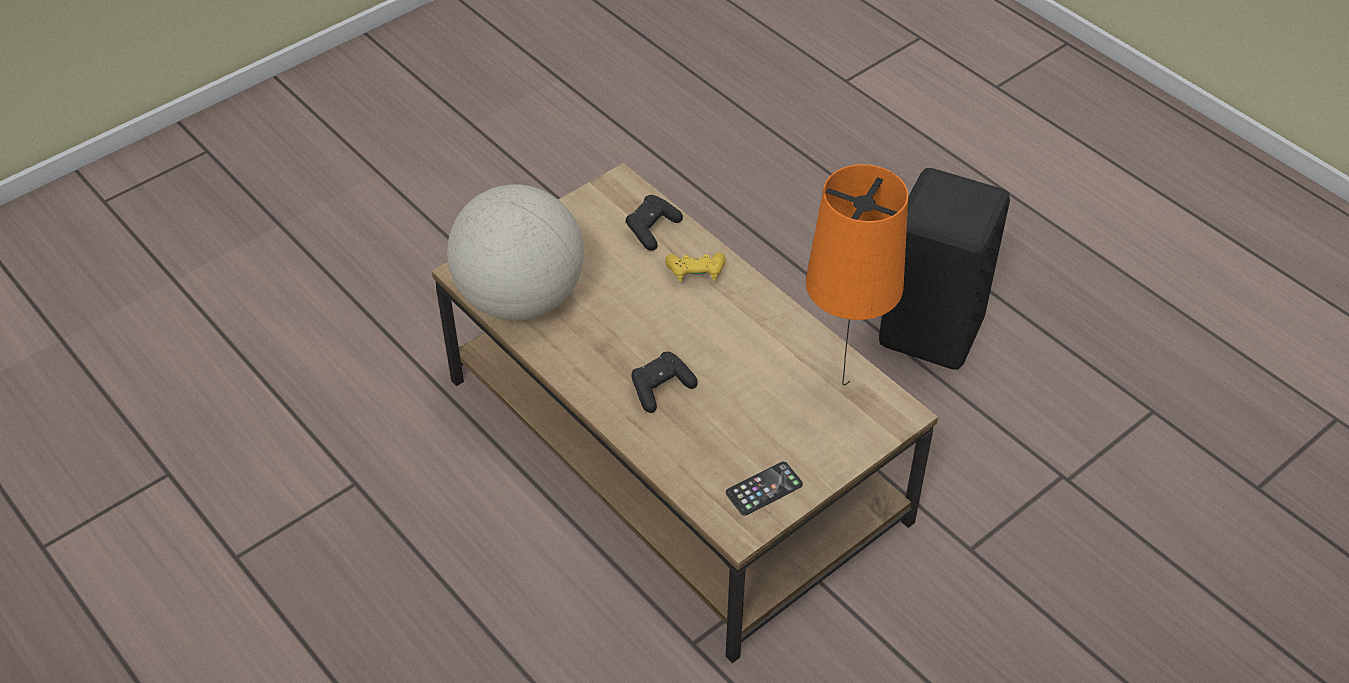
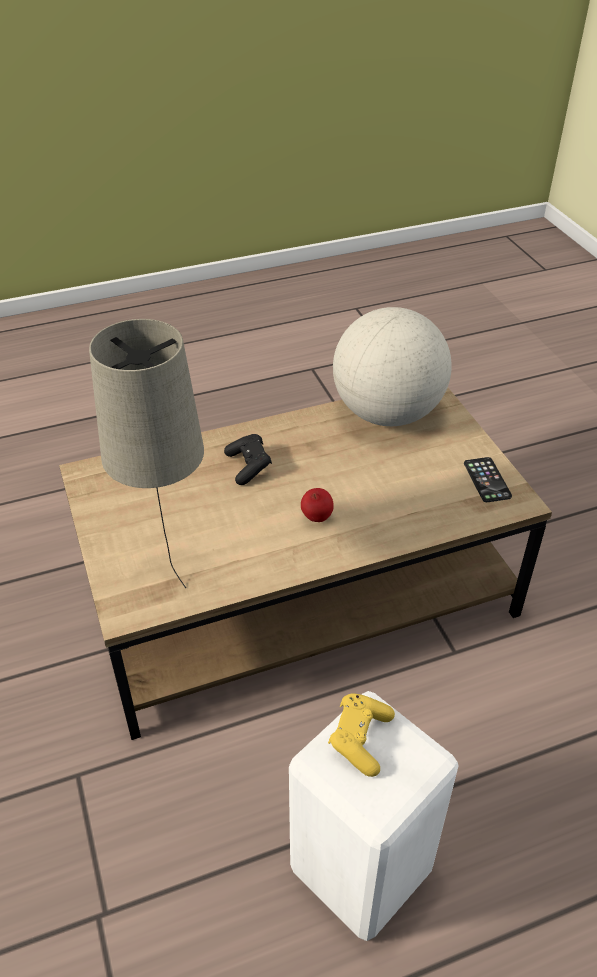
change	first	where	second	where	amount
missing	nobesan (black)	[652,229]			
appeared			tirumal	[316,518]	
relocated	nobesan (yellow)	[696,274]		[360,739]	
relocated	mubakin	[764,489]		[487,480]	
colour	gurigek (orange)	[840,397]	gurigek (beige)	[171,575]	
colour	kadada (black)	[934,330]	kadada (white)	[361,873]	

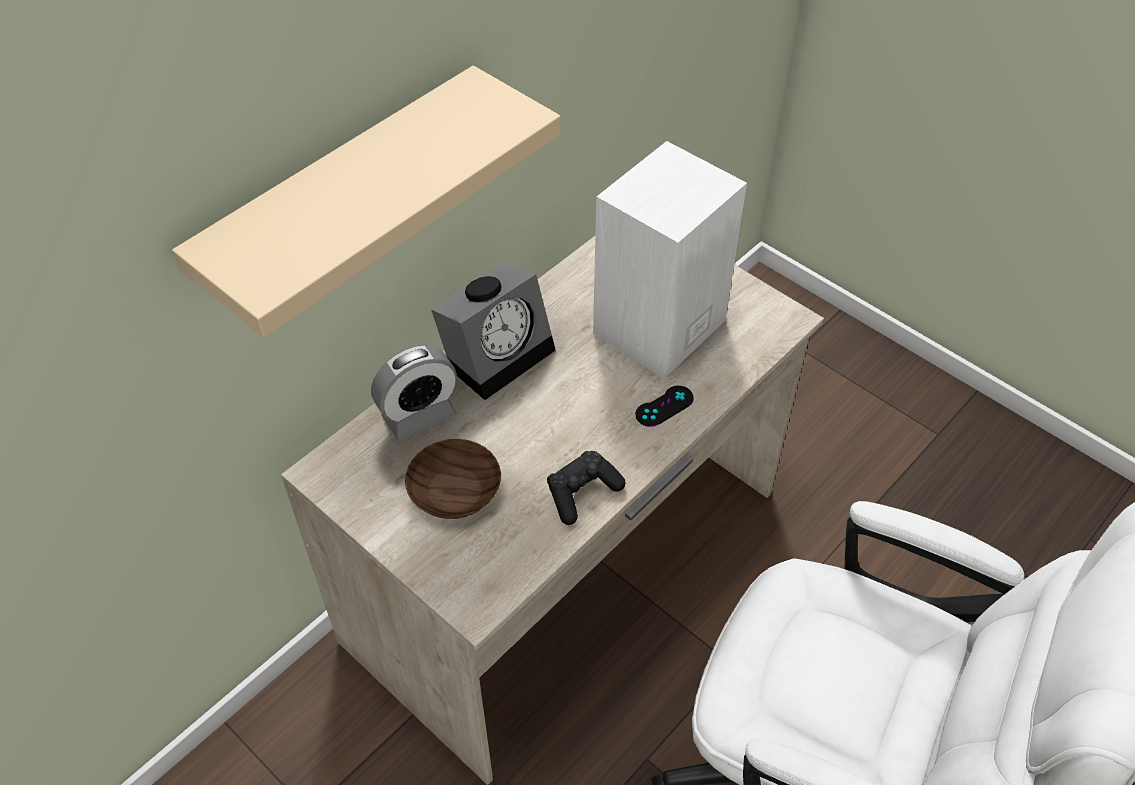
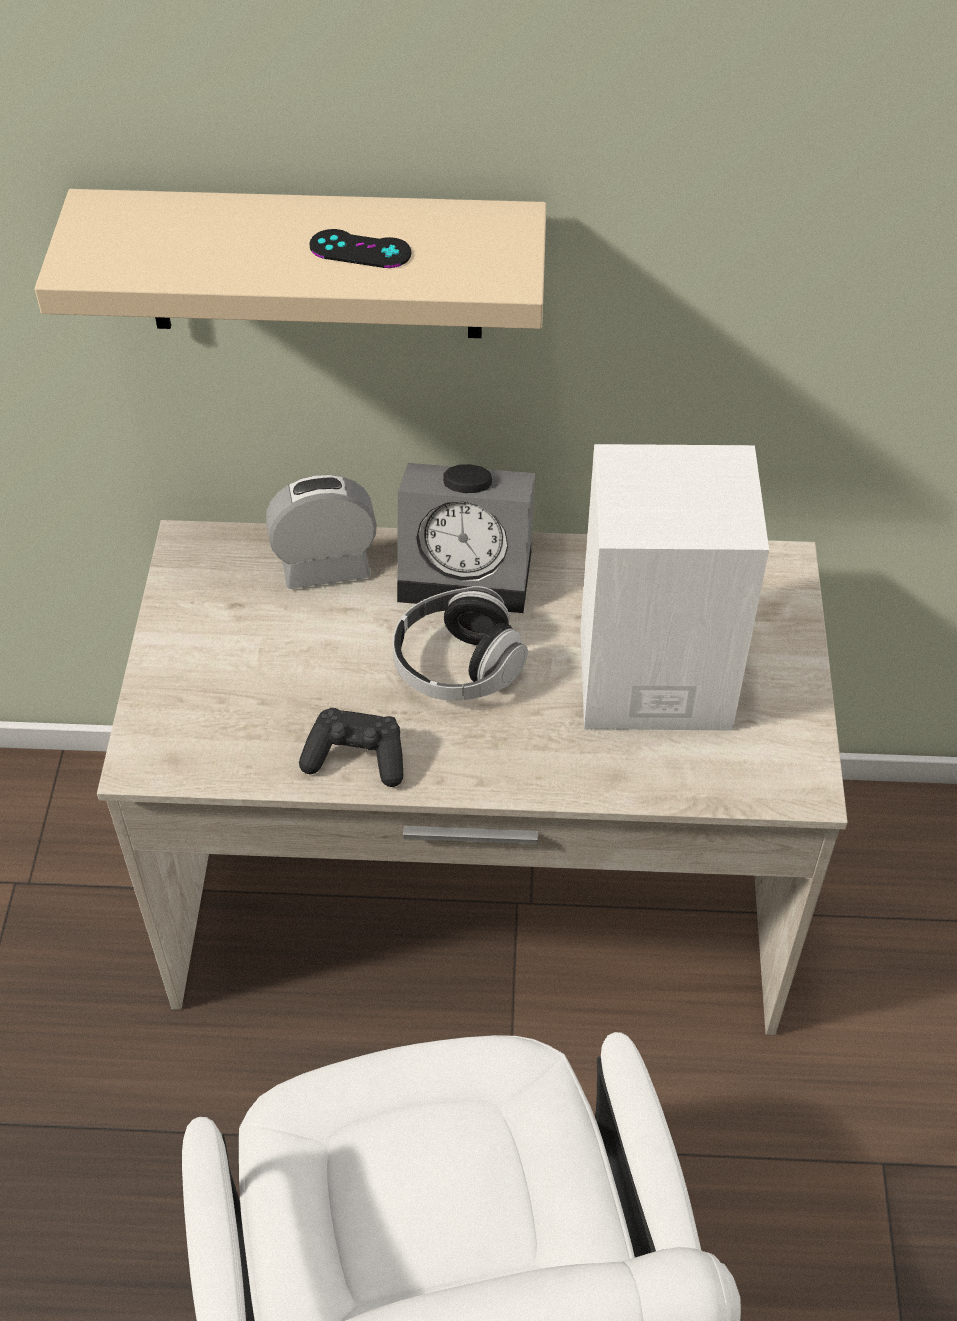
change	first	where	second	where	amount
missing	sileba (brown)	[452,491]			
appeared			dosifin	[457,666]	
relocated	nobesan (black)	[664,406]		[360,249]	
spun	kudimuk	[419,416]		[326,567]	150 degrees clockwise

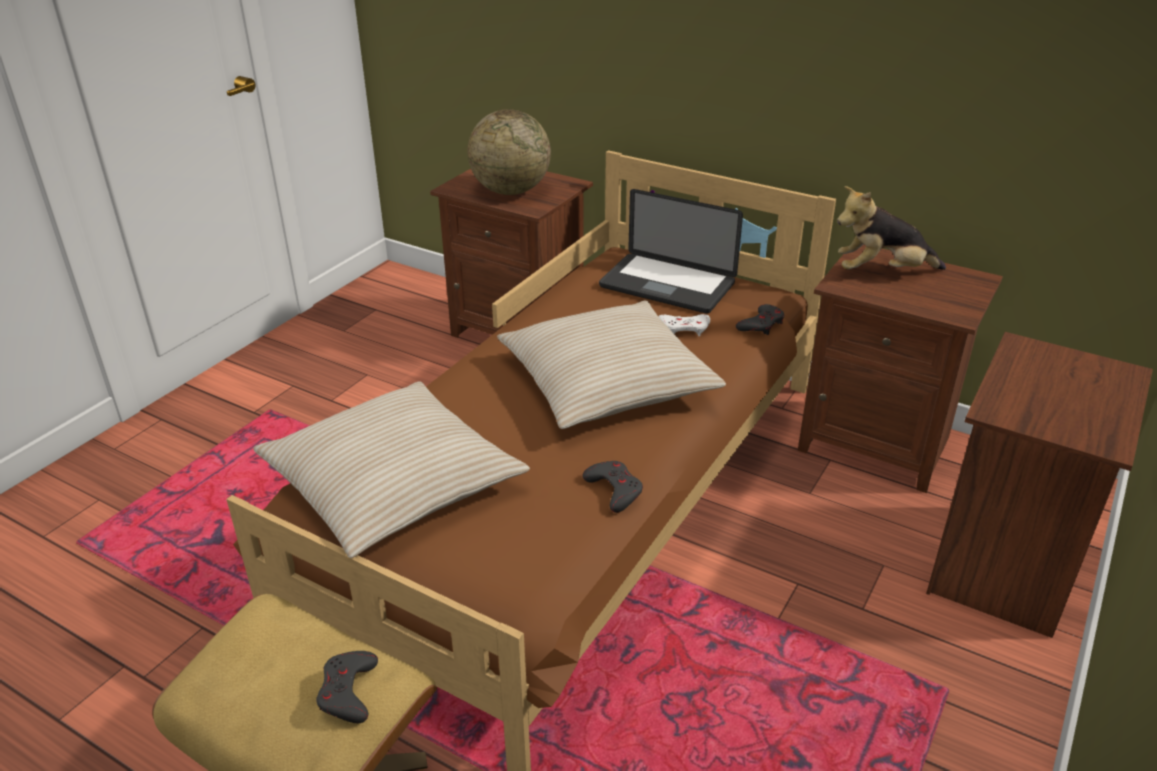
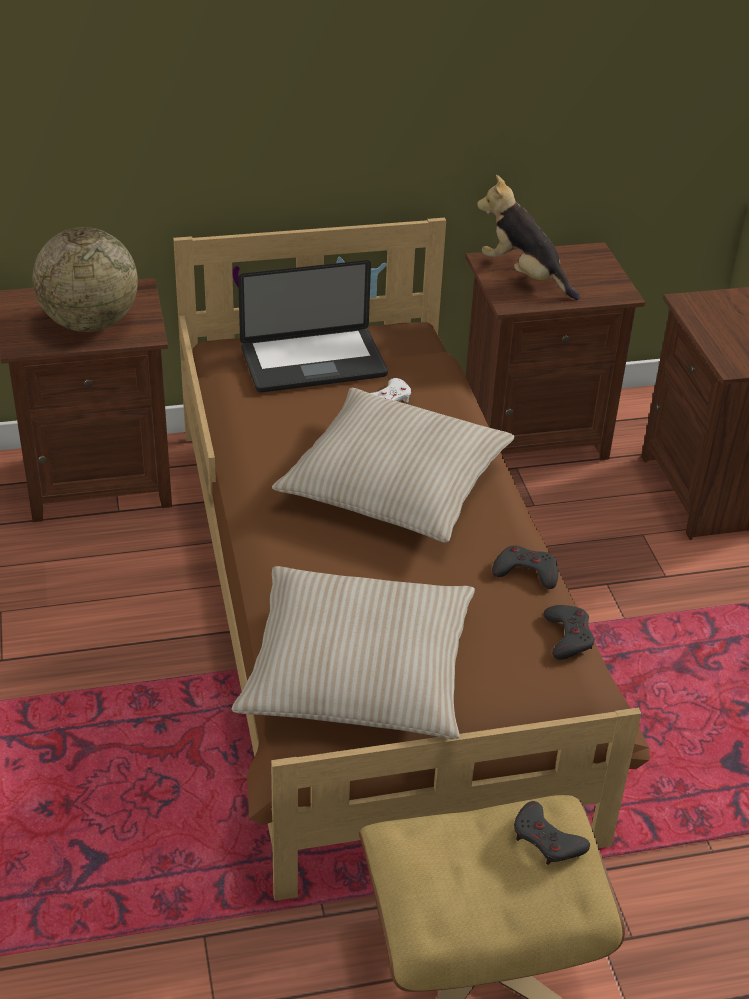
change	first	where	second	where	amount
relocated	nobesan (grey)	[761,324]		[568,636]	
spun	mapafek	[881,272]		[524,276]	90 degrees clockwise

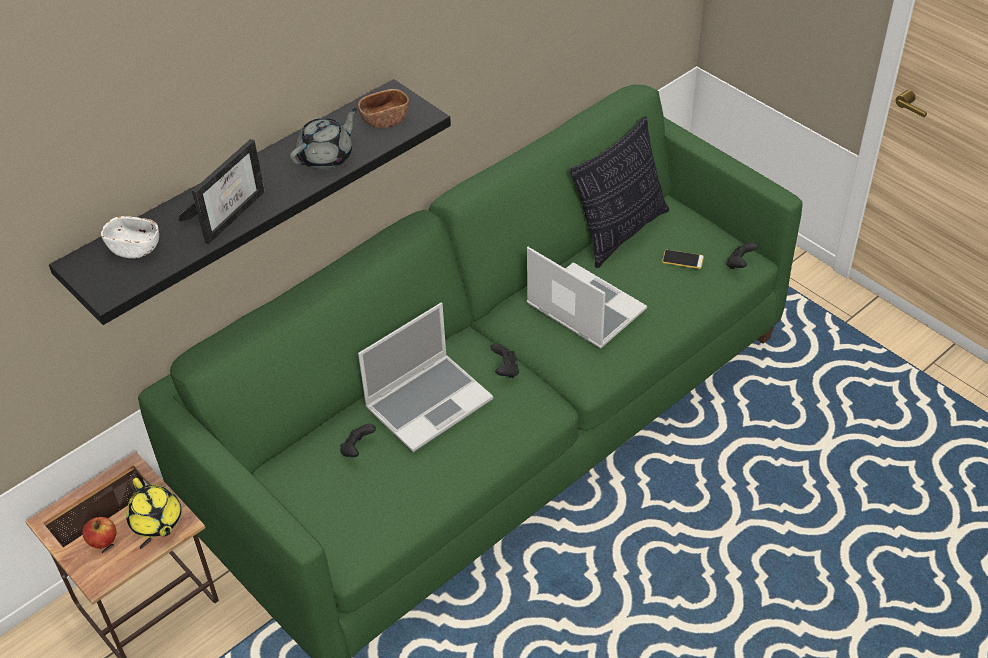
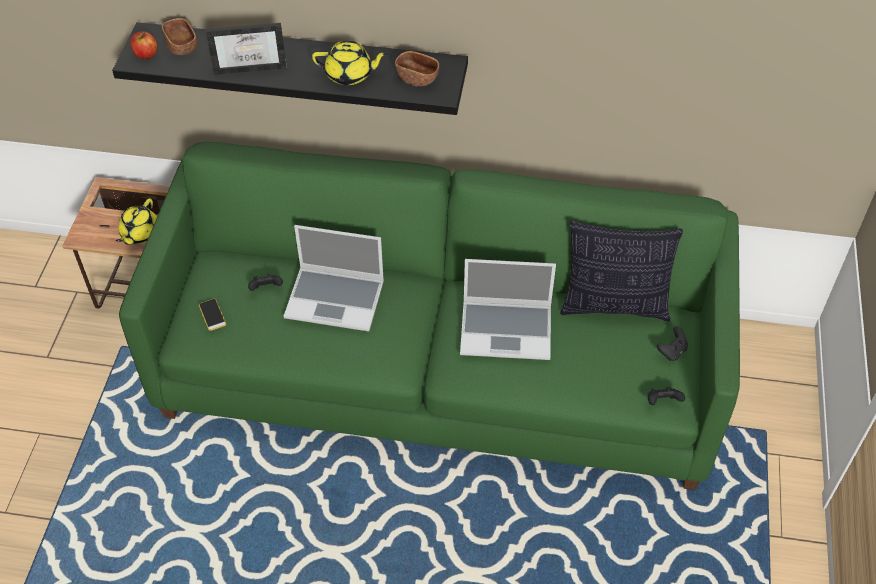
change	first	where	second	where	amount
relocated	tirumal	[103,540]		[146,54]	
relocated	nobesan (black)	[505,370]		[672,351]	
relocated	mubakin	[682,260]		[212,315]	
colour	sileba (white)	[135,248]	sileba (brown)	[181,46]	
colour	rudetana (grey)	[327,157]	rudetana (yellow)	[350,74]	
spun	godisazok	[583,308]		[507,330]	90 degrees clockwise

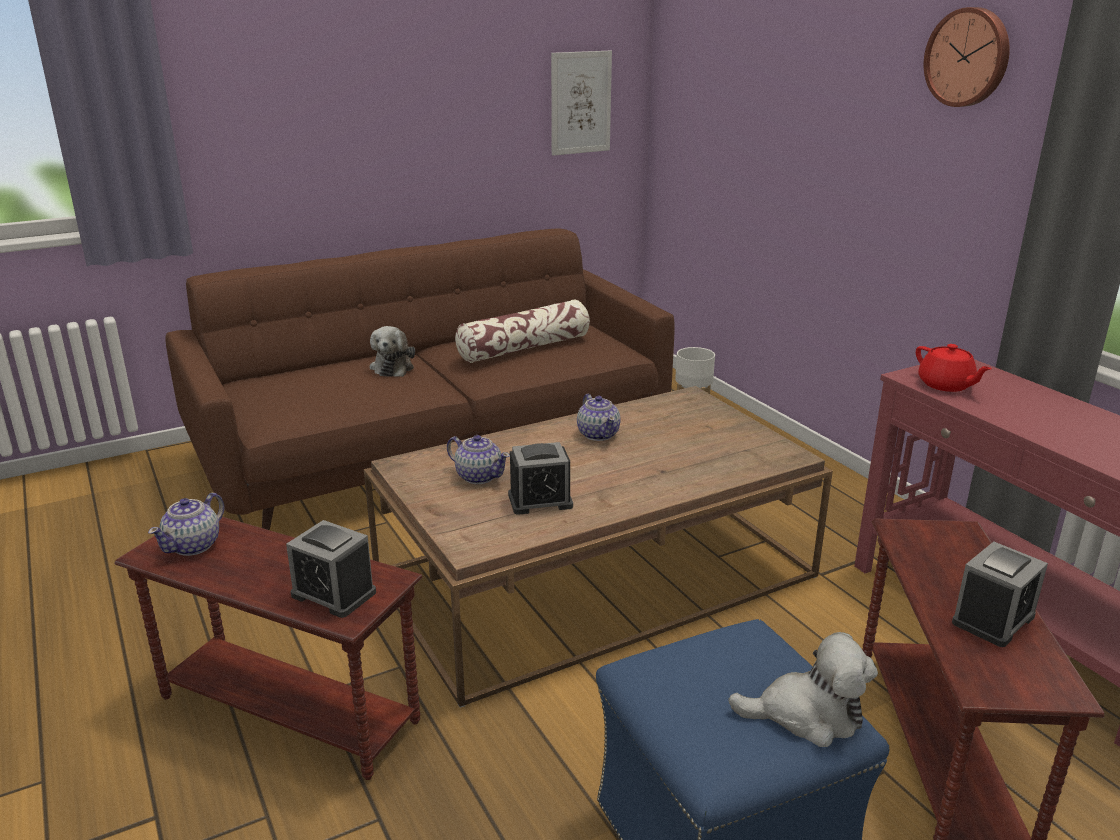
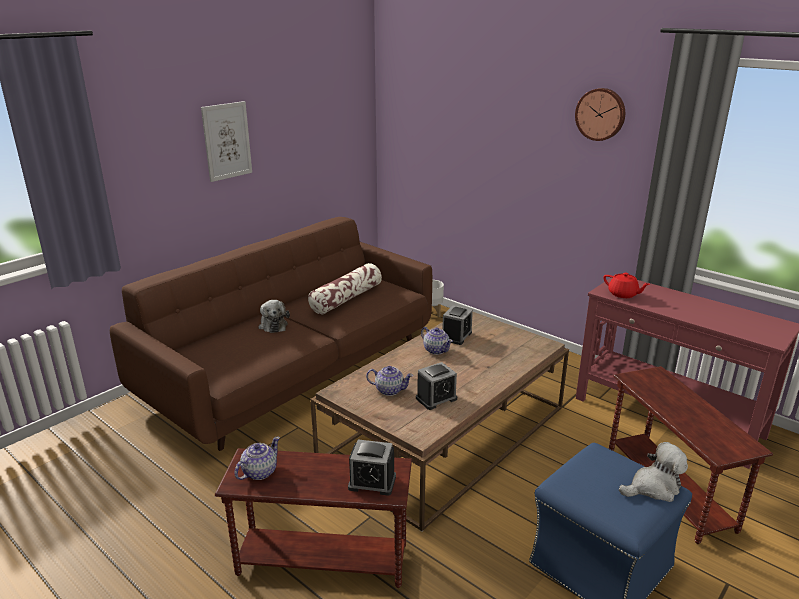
change	first	where	second	where	amount
relocated	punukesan	[580,103]		[227,141]	
relocated	kudimuk	[993,619]		[456,336]	
spun	rudetana	[194,545]		[259,472]	150 degrees counterclockwise

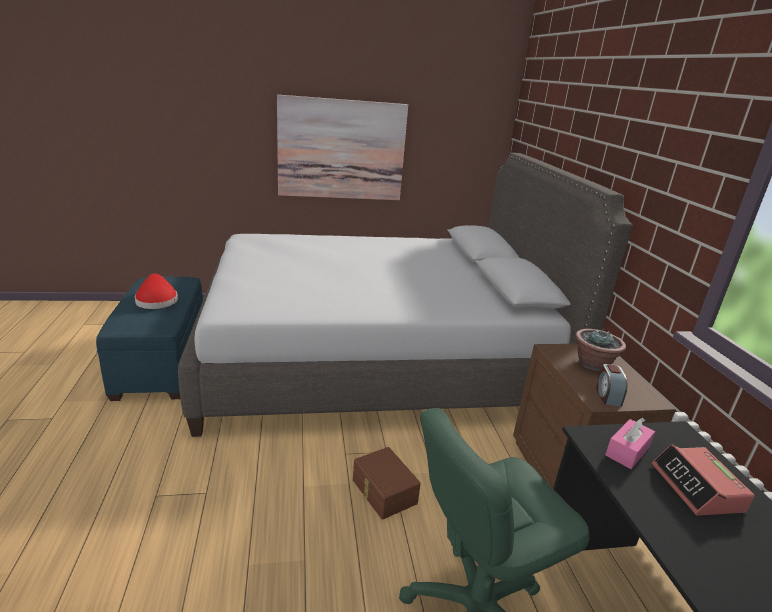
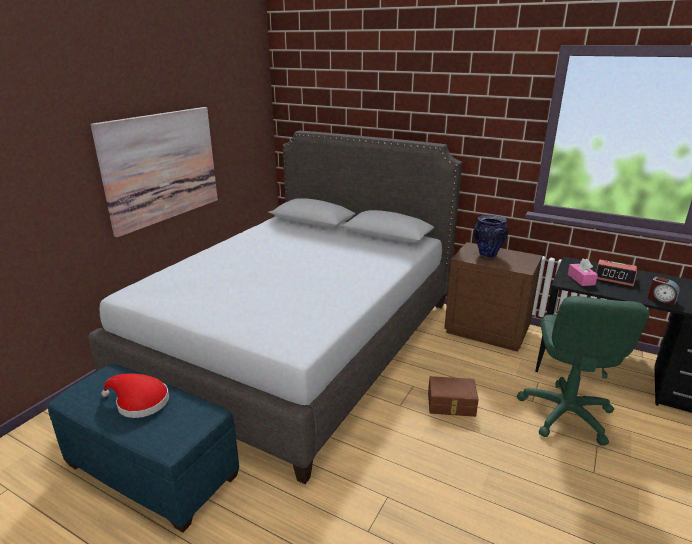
change	first	where	second	where	amount
relocated	kudimuk	[607,395]		[661,299]	
exchanged	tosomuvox	[593,364]	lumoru	[487,254]	

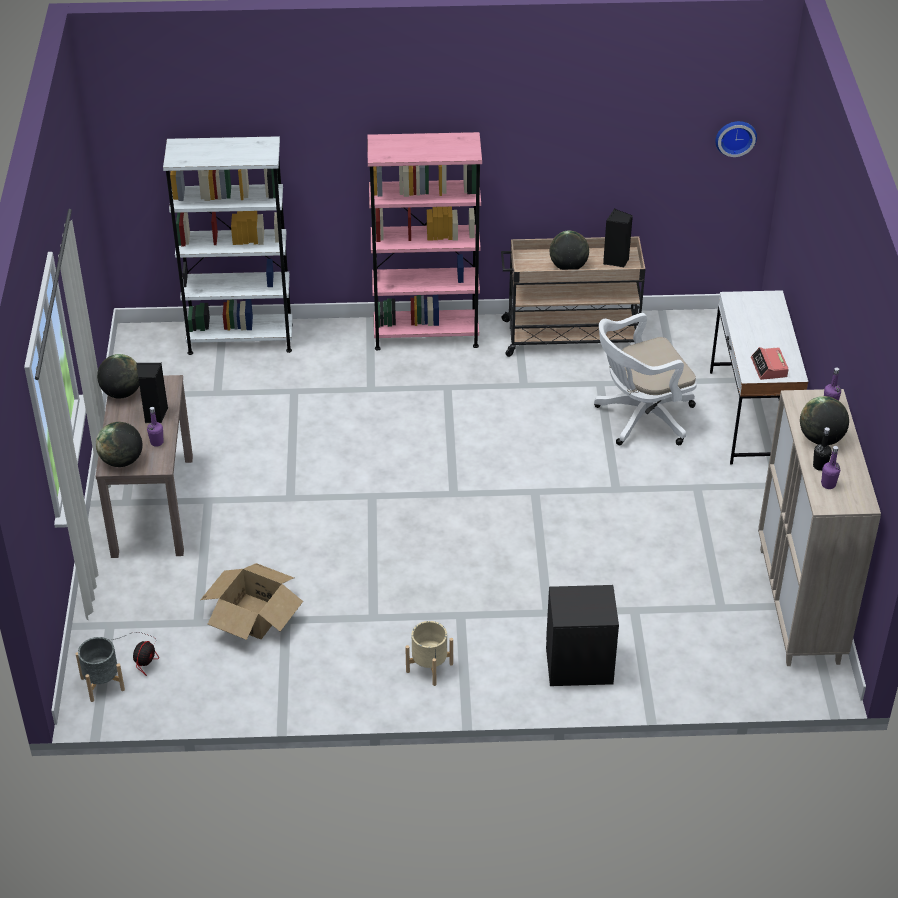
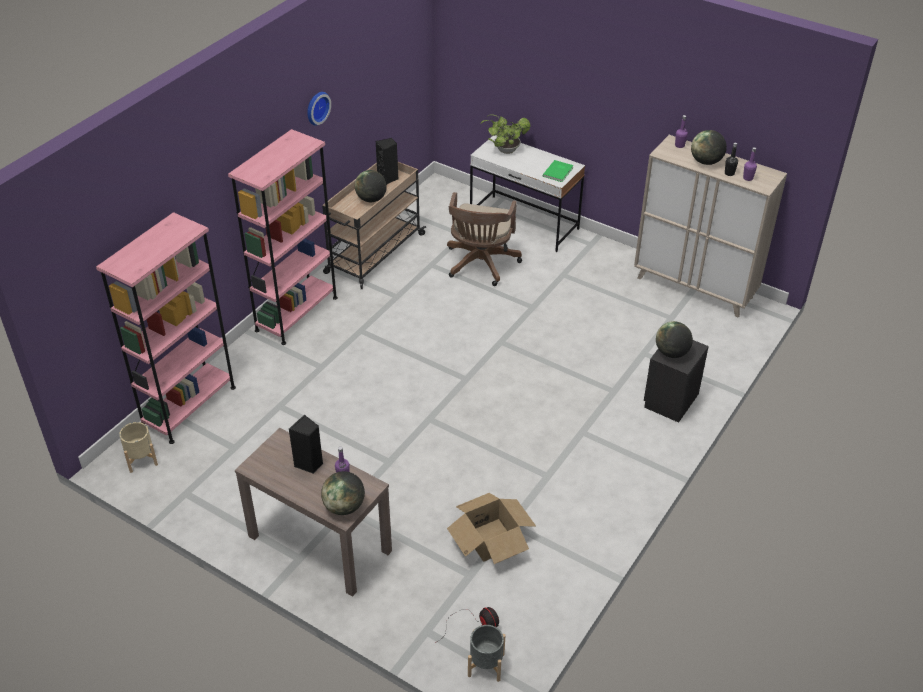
change	first	where	second	where	amount
appeared			tosomuvox	[504,150]	
relocated	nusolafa	[122,393]		[671,353]	
relocated	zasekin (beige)	[429,667]		[141,459]	
relocated	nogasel	[735,137]		[316,107]	
exchanged	kudimuk	[769,368]	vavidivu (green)	[559,172]	
colour	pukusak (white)	[240,339]	pukusak (pink)	[189,407]	
colour	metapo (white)	[640,418]	metapo (brown)	[480,265]	

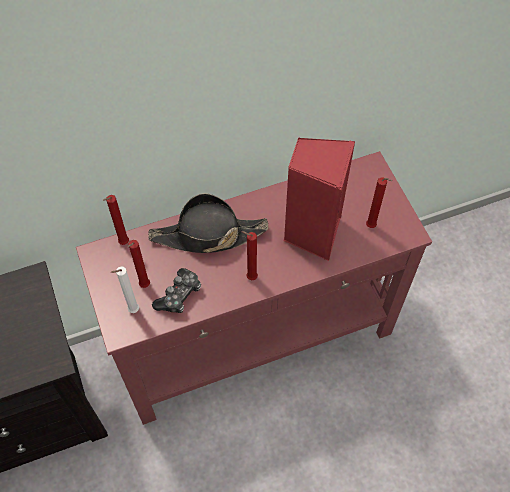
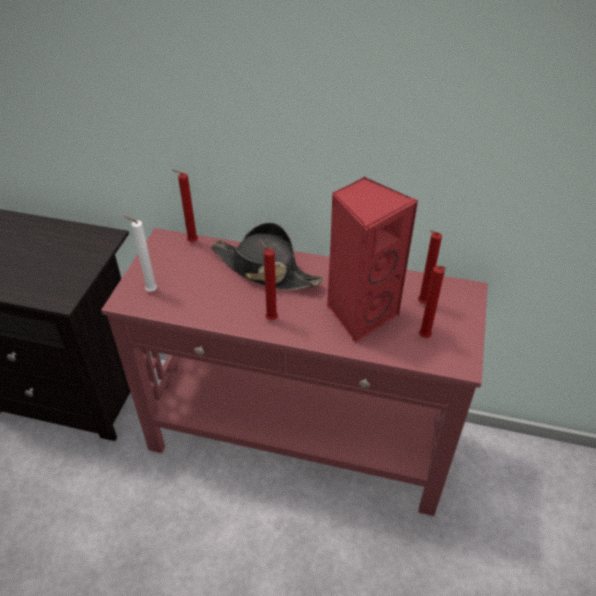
change	first	where	second	where	amount
missing	nobesan	[179,295]			
relocated	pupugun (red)	[144,286]		[421,303]	

